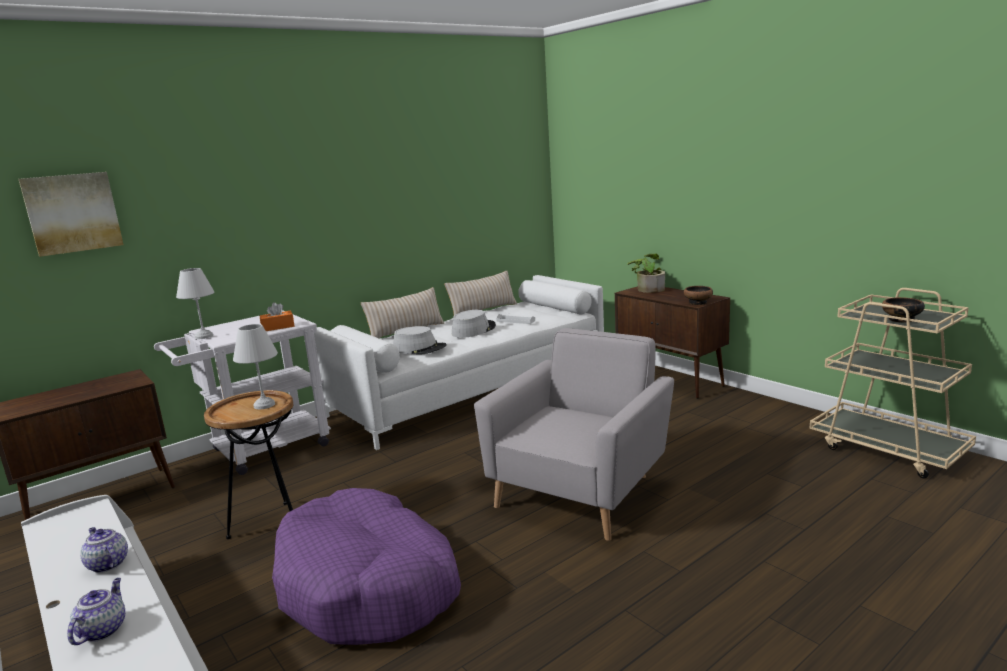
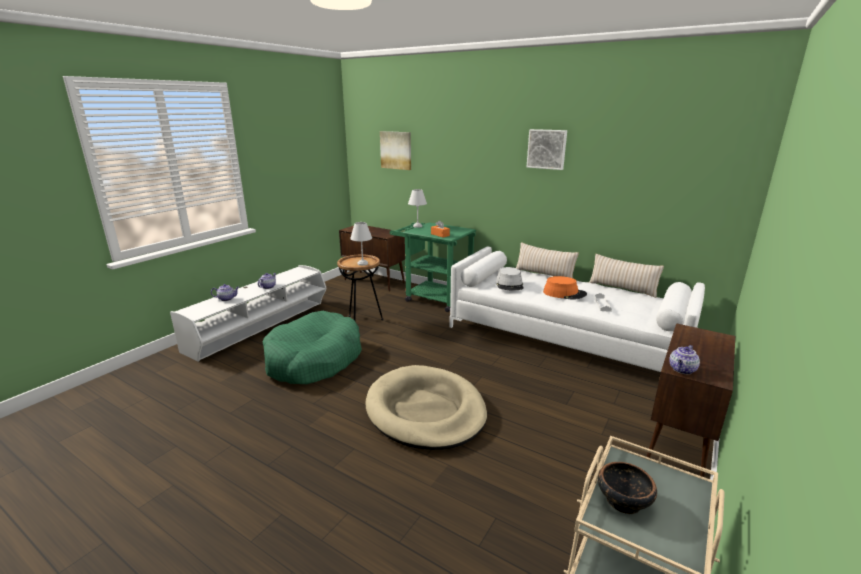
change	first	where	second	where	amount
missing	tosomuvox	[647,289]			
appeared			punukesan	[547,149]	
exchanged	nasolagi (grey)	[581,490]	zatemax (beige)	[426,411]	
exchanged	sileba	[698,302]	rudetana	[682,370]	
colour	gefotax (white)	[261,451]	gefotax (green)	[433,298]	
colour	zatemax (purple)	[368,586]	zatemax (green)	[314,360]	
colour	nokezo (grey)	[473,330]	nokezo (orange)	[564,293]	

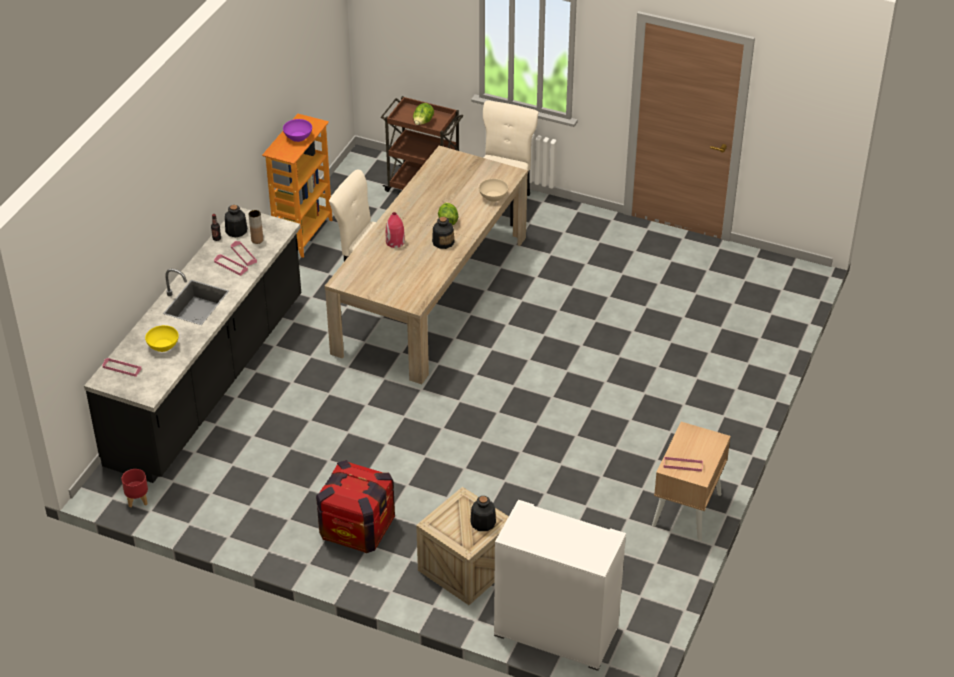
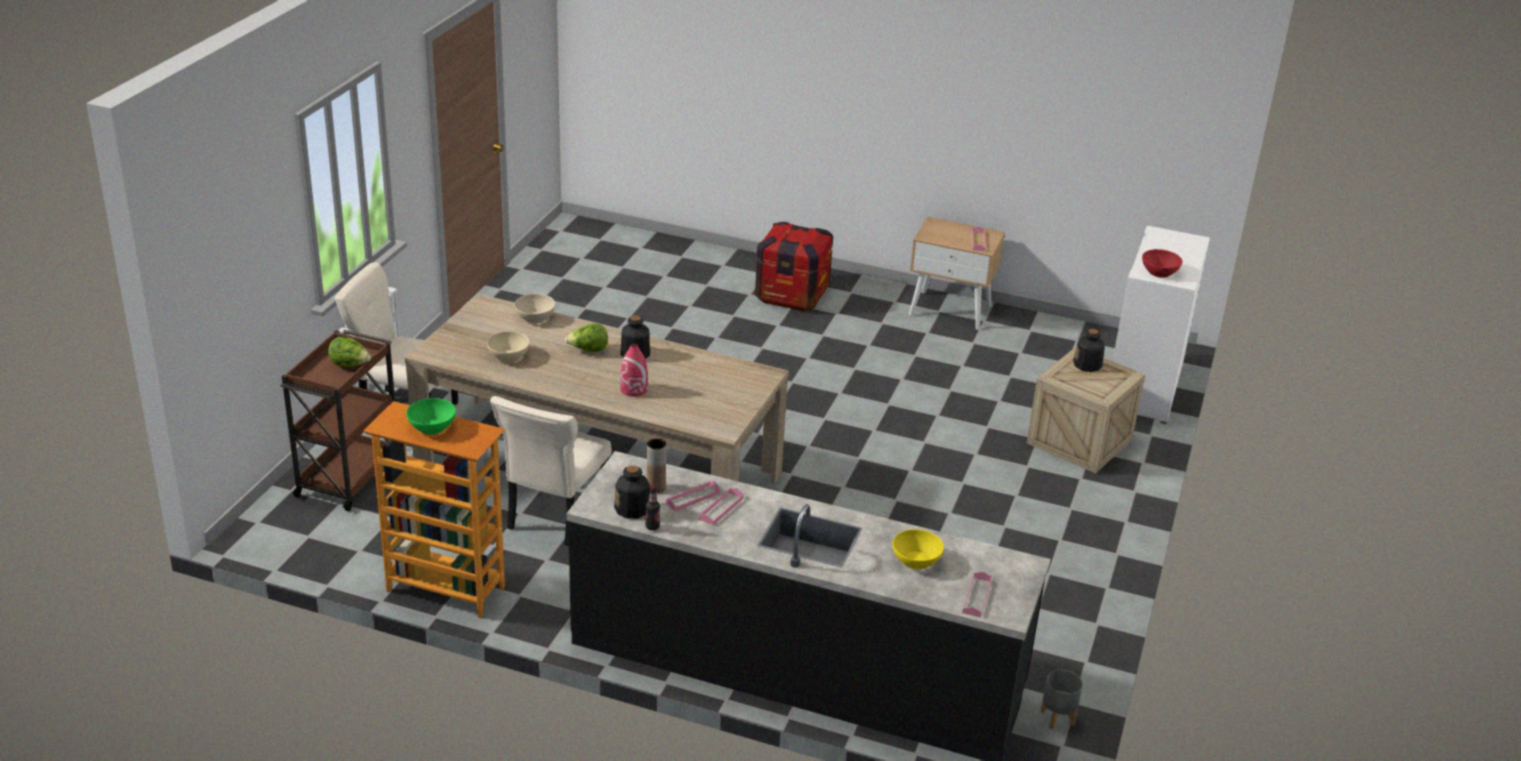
change	first	where	second	where	amount
appeared			sileba (beige)	[509,356]	
appeared			sileba (red)	[1159,272]	
relocated	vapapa	[357,528]		[792,295]	
colour	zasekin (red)	[137,500]	zasekin (grey)	[1058,717]	
colour	sileba (purple)	[298,137]	sileba (green)	[432,427]	

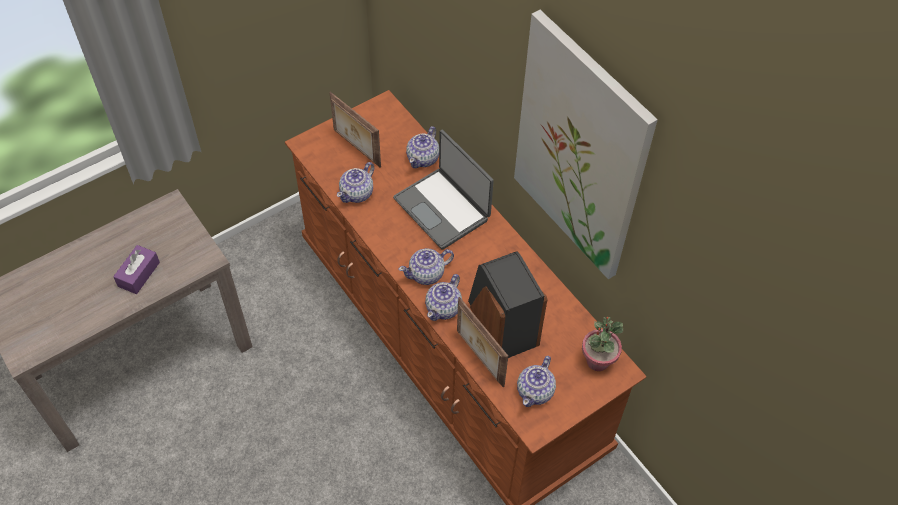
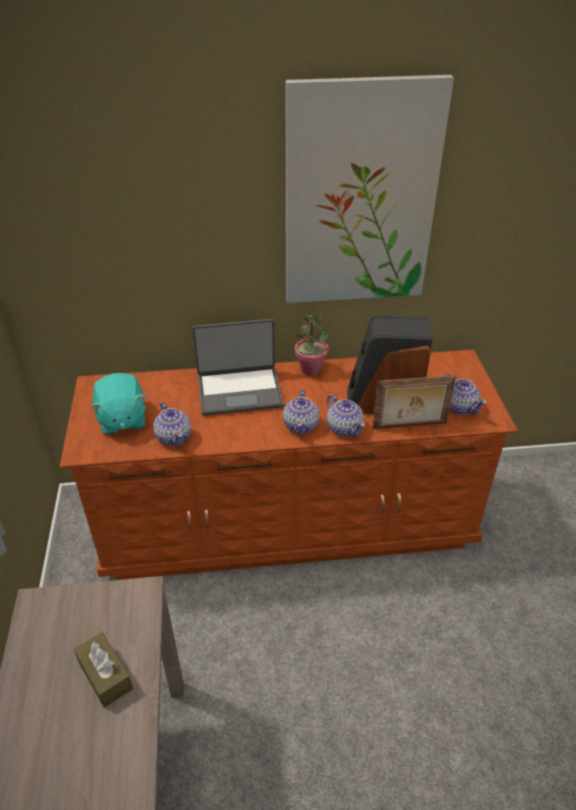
change	first	where	second	where	amount
missing	rudetana	[423,158]			
relocated	tosomuvox	[597,360]		[310,369]	
exchanged	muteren	[356,148]	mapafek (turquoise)	[122,419]	
colour	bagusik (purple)	[139,274]	bagusik (brown)	[105,675]	

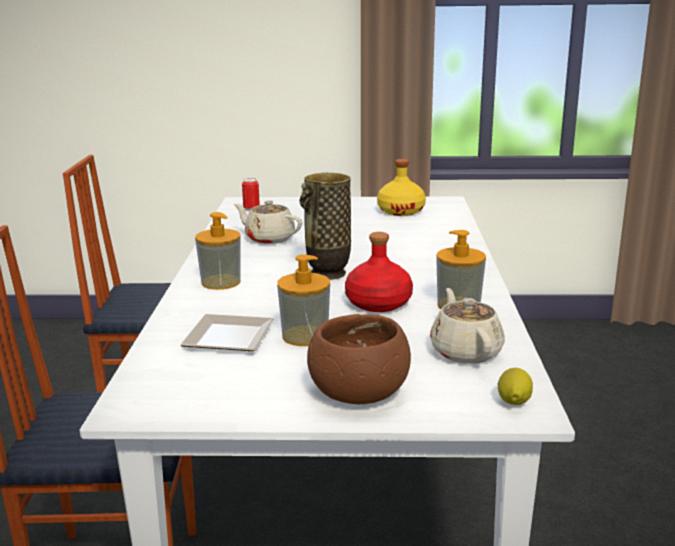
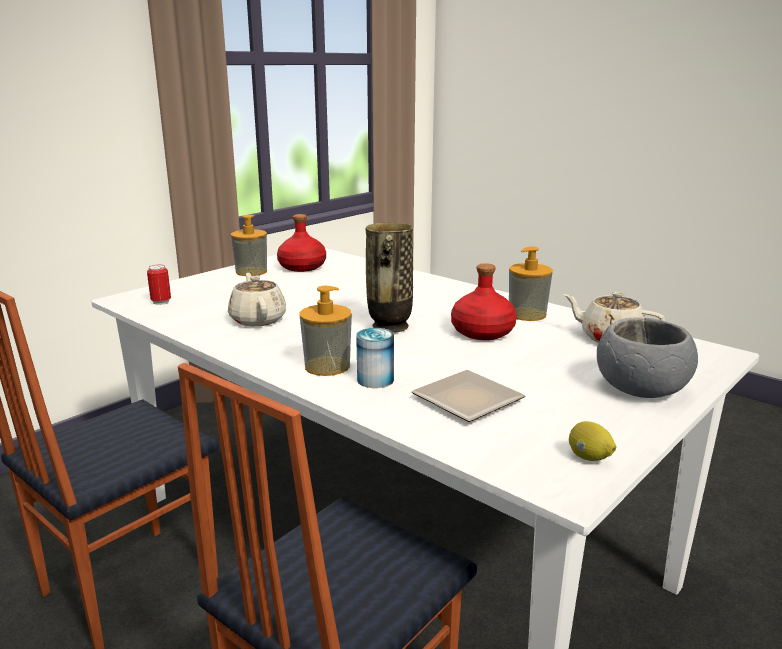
change	first	where	second	where	amount
appeared			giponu	[375,380]	
relocated	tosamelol	[305,336]		[251,271]	
relocated	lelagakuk	[513,402]		[589,458]	
colour	sileba (brown)	[359,393]	sileba (grey)	[641,389]	
colour	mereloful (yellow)	[401,211]	mereloful (red)	[301,267]	
spun	rudetana (beige)	[269,239]		[258,319]	90 degrees clockwise

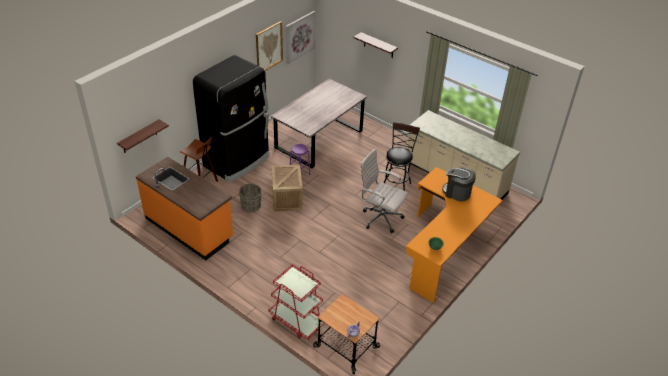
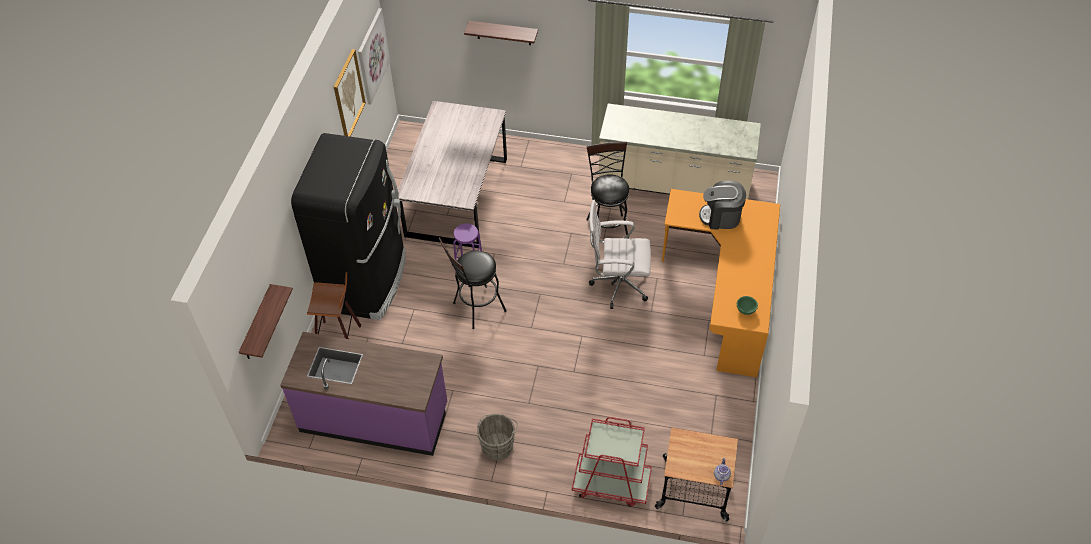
change	first	where	second	where	amount
relocated	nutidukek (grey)	[252,205]		[498,445]	
exchanged	vapapa	[286,197]	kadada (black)	[475,309]	
colour	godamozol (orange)	[189,228]	godamozol (purple)	[374,417]	

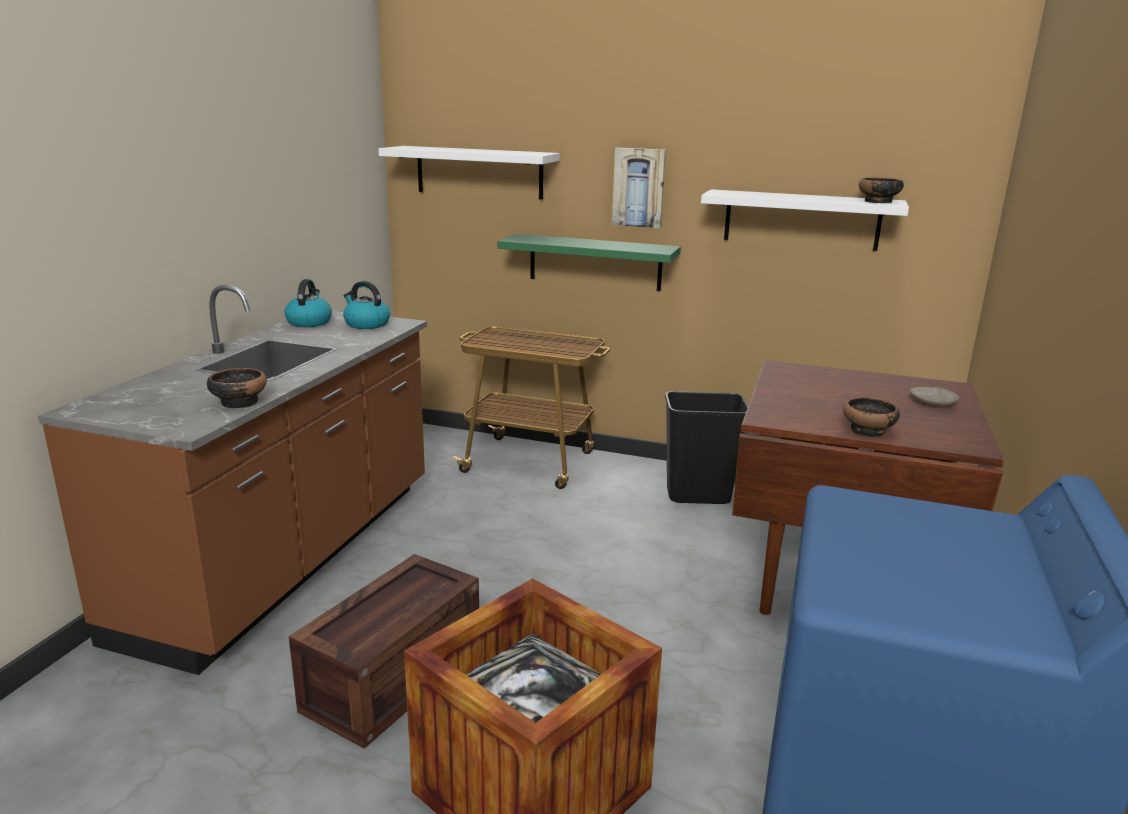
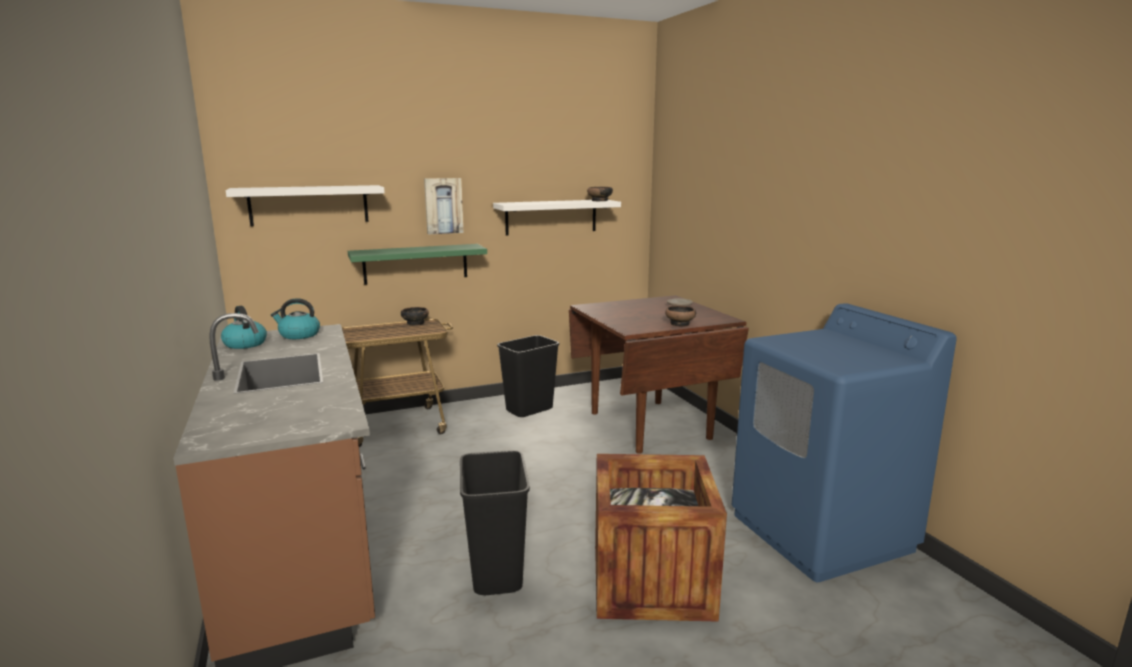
change	first	where	second	where	amount
relocated	sileba	[239,402]		[415,323]	
exchanged	vapapa	[393,675]	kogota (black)	[495,574]	

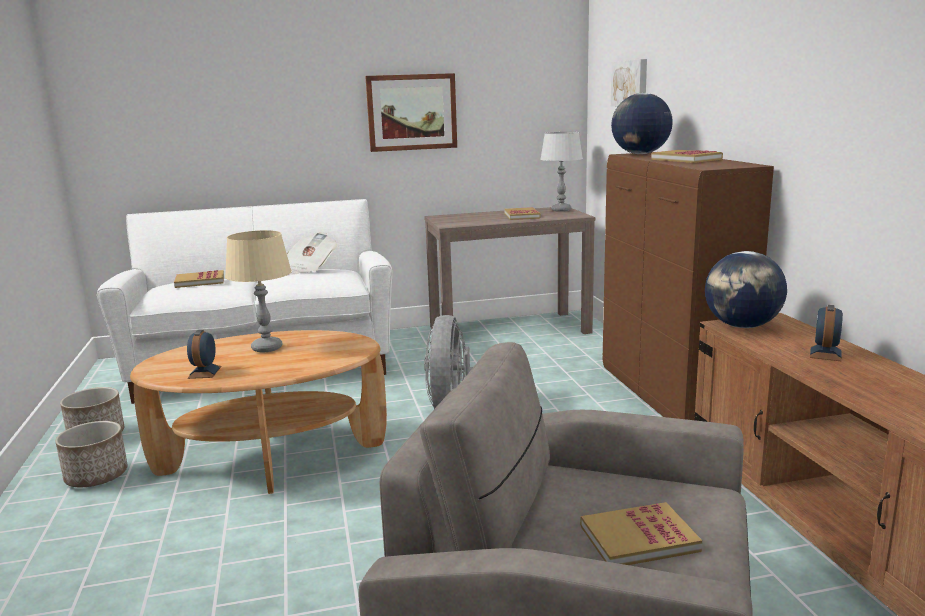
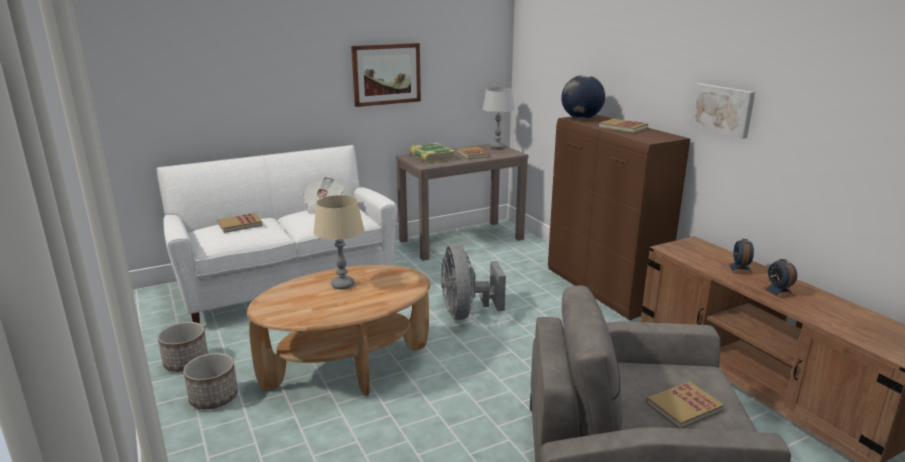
change	first	where	second	where	amount
missing	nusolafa	[741,326]			
appeared			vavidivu	[431,157]	
relocated	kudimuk	[204,372]		[778,291]	
relocated	punukesan	[631,83]		[722,109]	

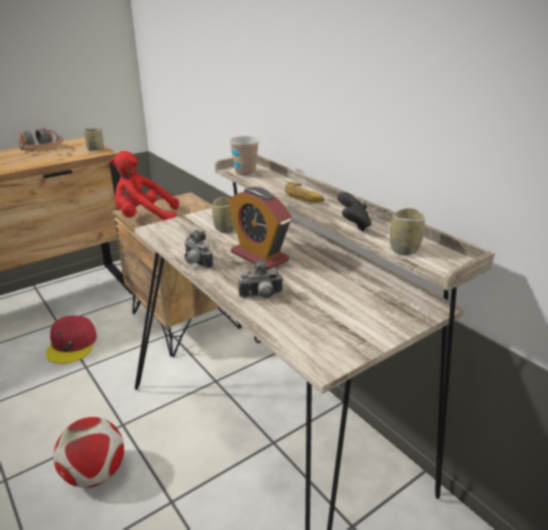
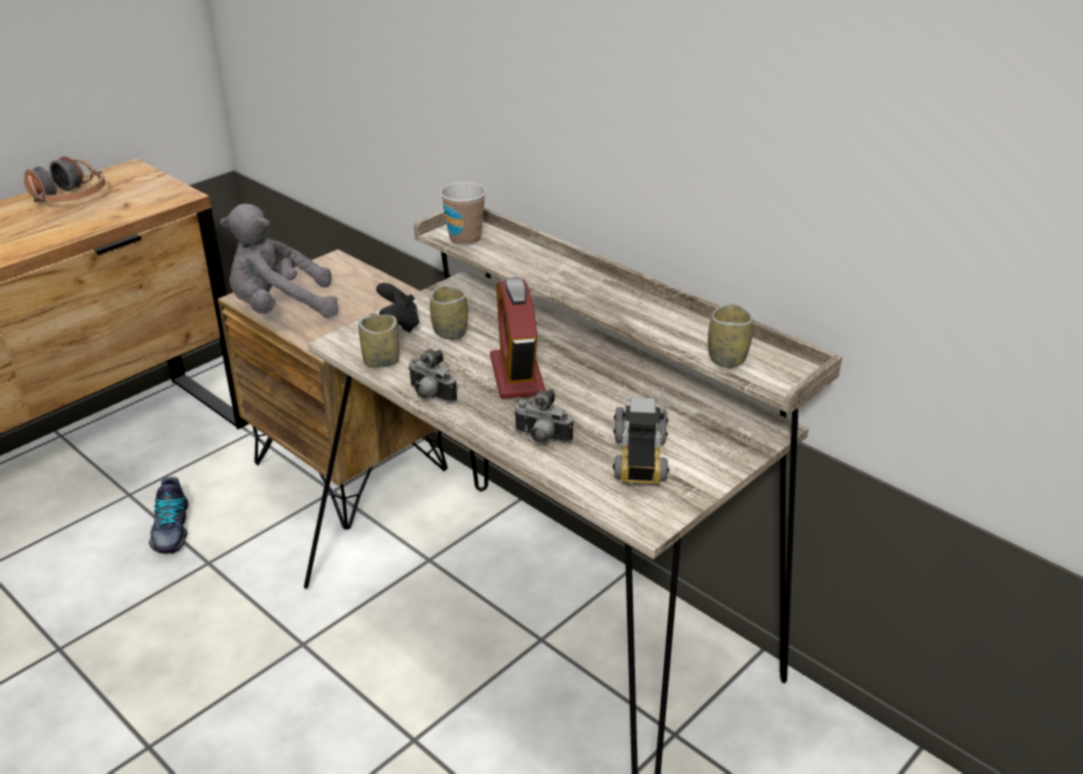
change	first	where	second	where	amount
missing	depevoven	[95,474]			
missing	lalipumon	[304,197]			
appeared			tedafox	[640,455]	
relocated	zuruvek	[95,149]		[381,361]	
relocated	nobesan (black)	[353,225]		[399,324]	
exchanged	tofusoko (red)	[72,345]	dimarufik	[170,529]	
colour	mapafek (red)	[144,218]	mapafek (grey)	[280,309]	
spun	kudimuk	[259,256]		[517,375]	45 degrees clockwise
spun	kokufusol	[261,297]		[541,439]	45 degrees clockwise

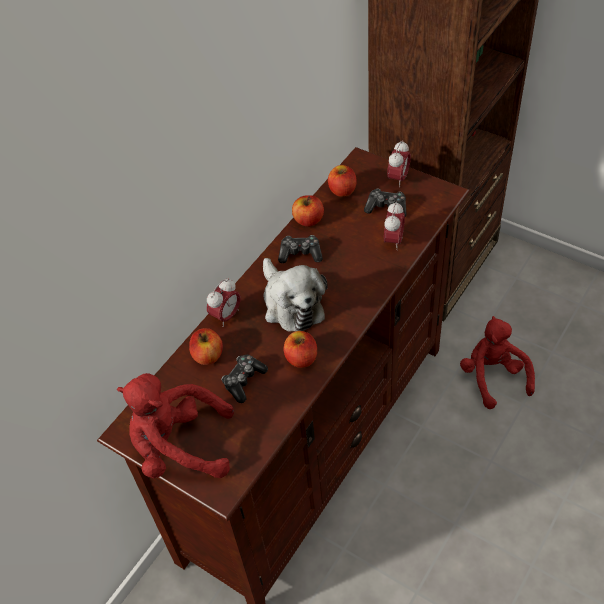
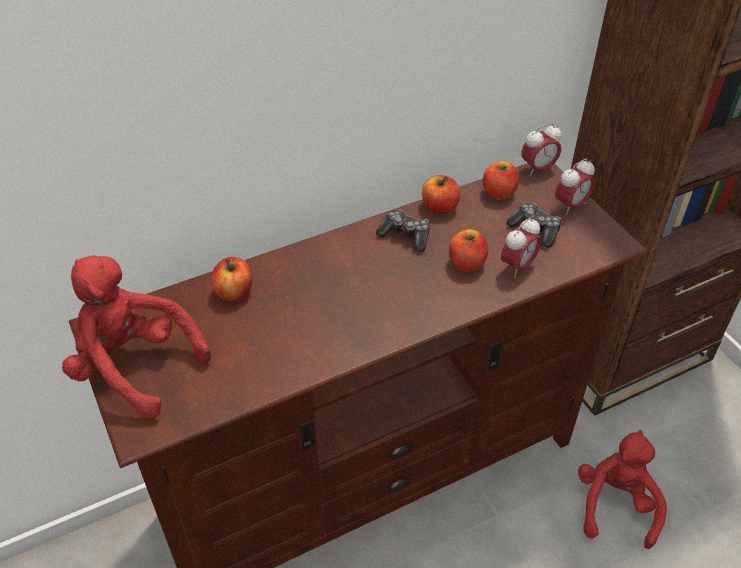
change	first	where	second	where	amount
missing	nobesan	[244,381]			
missing	mapafek	[291,304]			
relocated	kudimuk	[226,316]		[538,169]	
relocated	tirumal	[301,358]		[467,263]	

